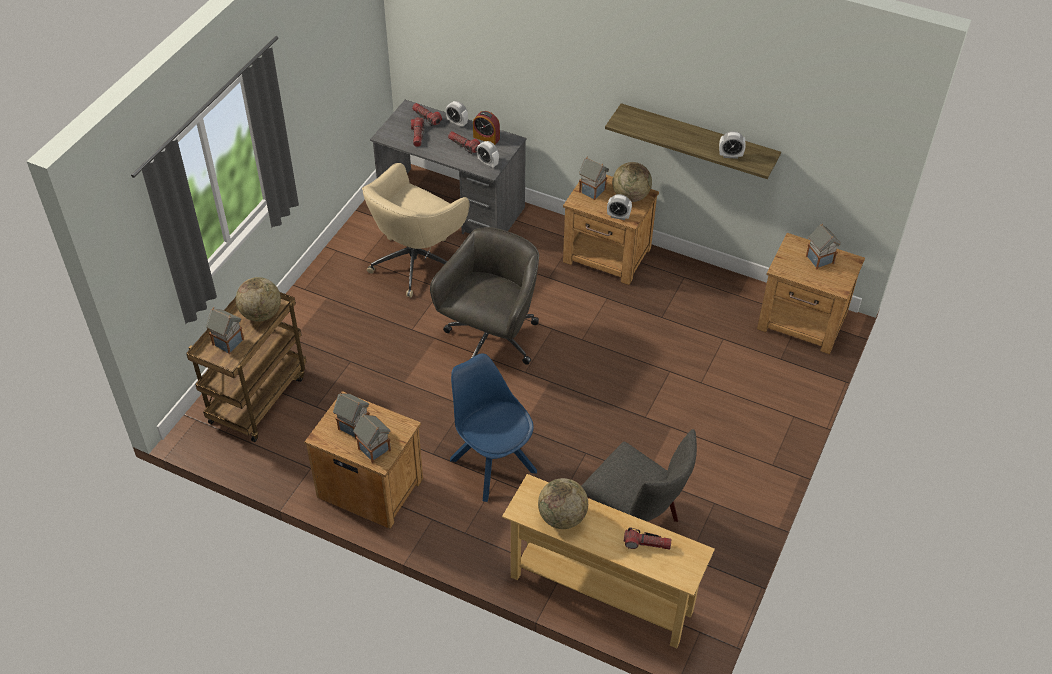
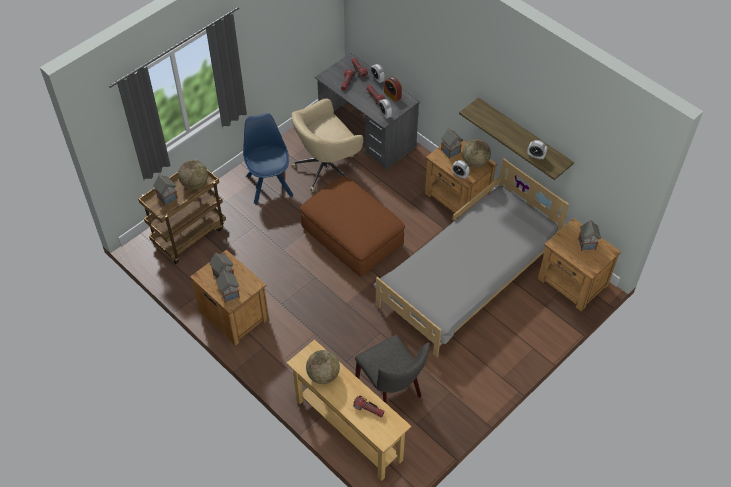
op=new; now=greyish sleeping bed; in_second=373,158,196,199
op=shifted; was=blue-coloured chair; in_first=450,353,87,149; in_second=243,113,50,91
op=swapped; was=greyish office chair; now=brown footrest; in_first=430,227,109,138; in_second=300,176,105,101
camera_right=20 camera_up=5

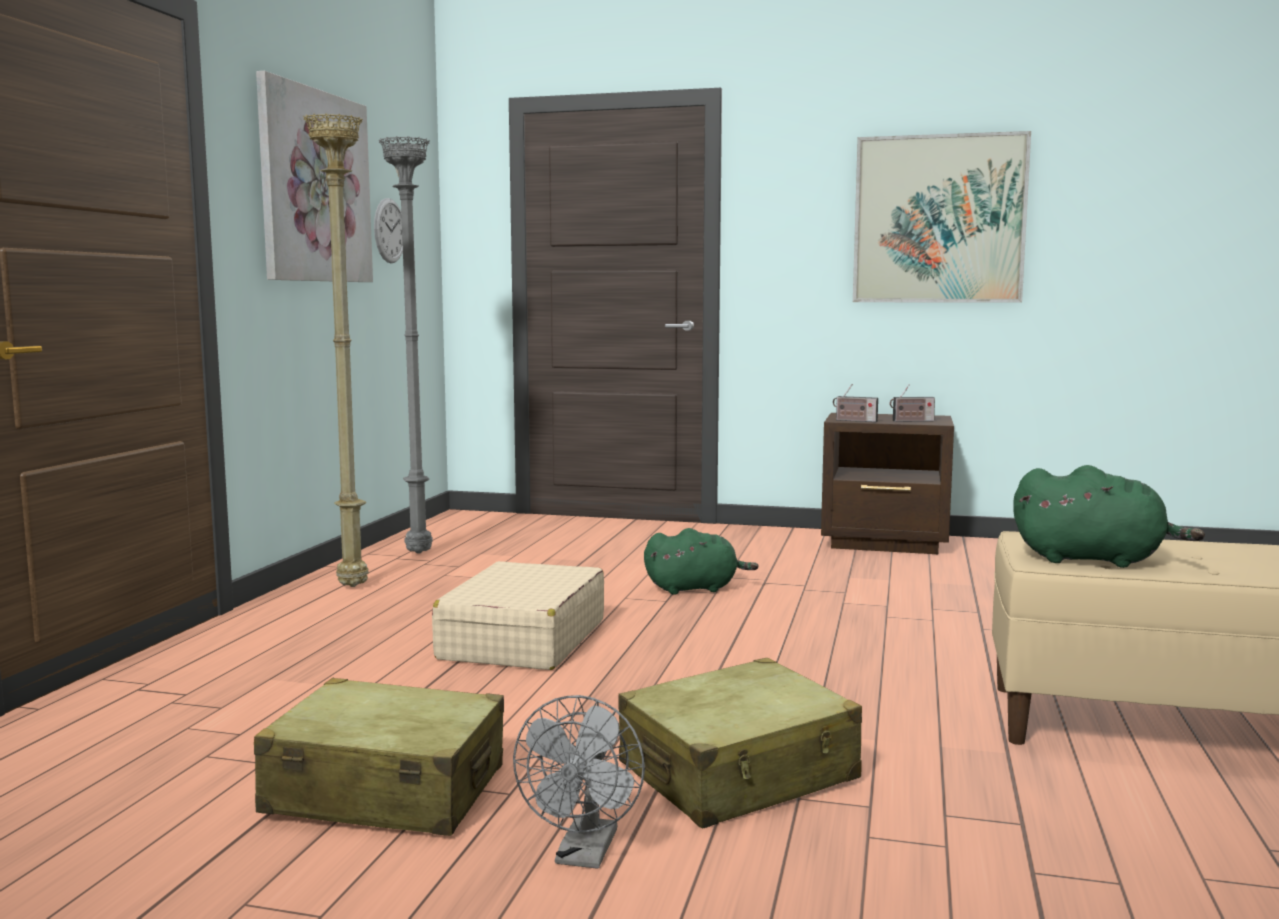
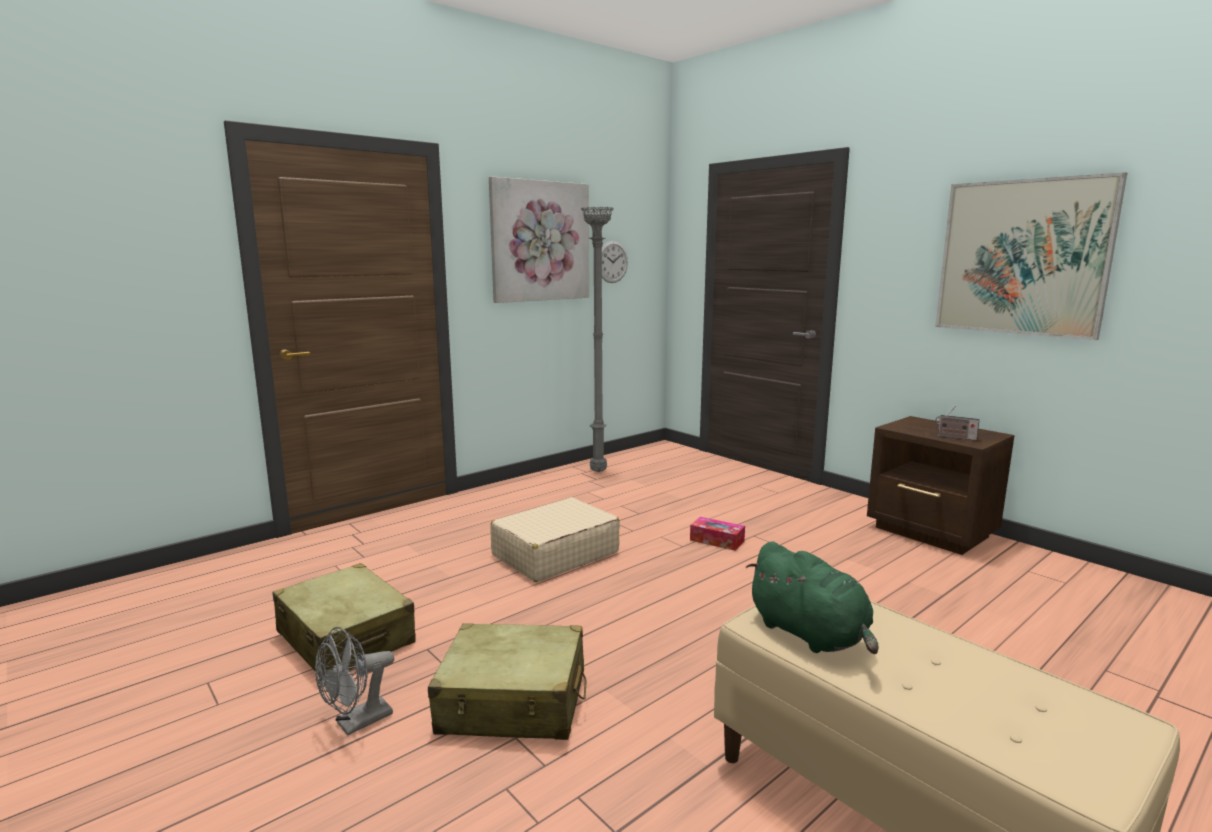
op=gone; was=sand-coloured standing lamp; in_first=303,113,66,474
op=gone; was=radio; in_first=833,384,45,38
op=swapped; was=green cuddly toy; now=box of tissues; in_first=644,528,115,67; in_second=690,517,55,34
camera_right=35 camera_up=5

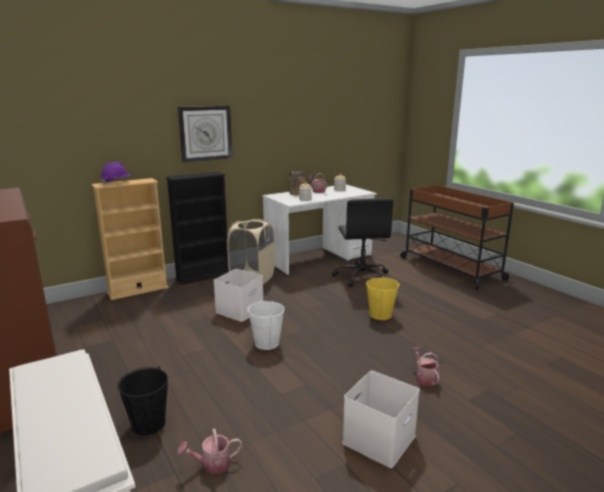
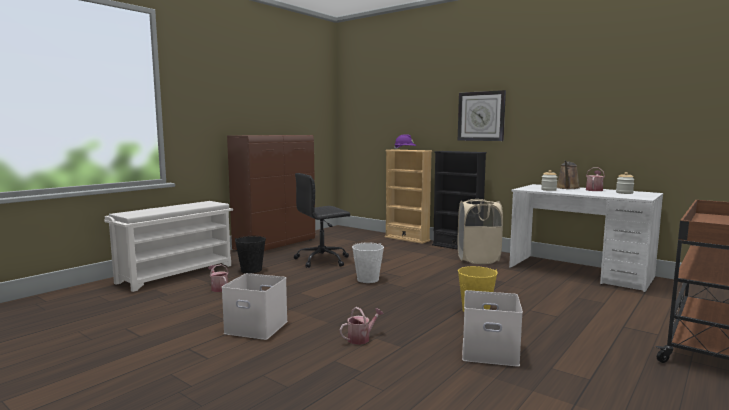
op=shifted; was=whitish storage box; in_first=213,269,50,53; in_second=462,290,61,77
op=shifted; was=black office chair; in_first=332,198,61,89; in_second=294,173,56,95
camera_right=70 camera_up=-10

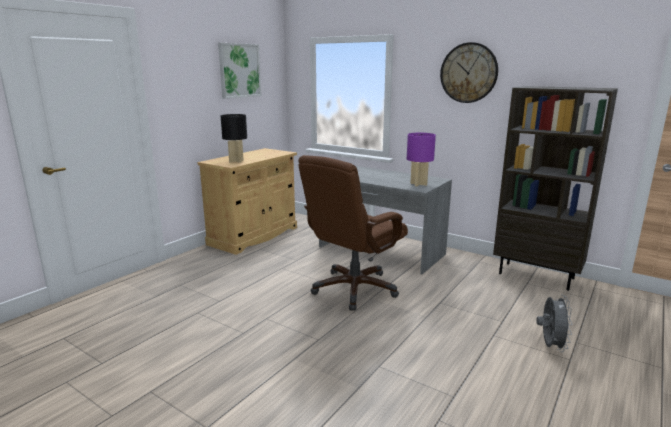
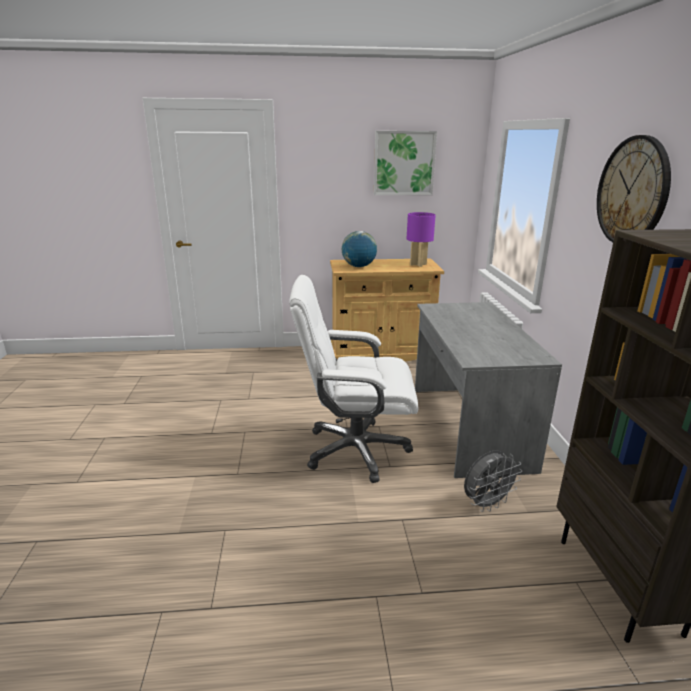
op=shifted; was=purple lamp for a table; in_first=407,133,29,53; in_second=406,212,30,55
op=shifted; was=greyish cooling fan; in_first=536,295,37,57; in_second=464,450,58,62
op=swapped; was=black lamp for a table; now=globe; in_first=221,114,26,49; in_second=342,231,35,36
op=repainted; was=brown office chair; now=whitish office chair; in_first=298,155,110,156; in_second=289,275,129,208
camera_right=50 camera_up=5

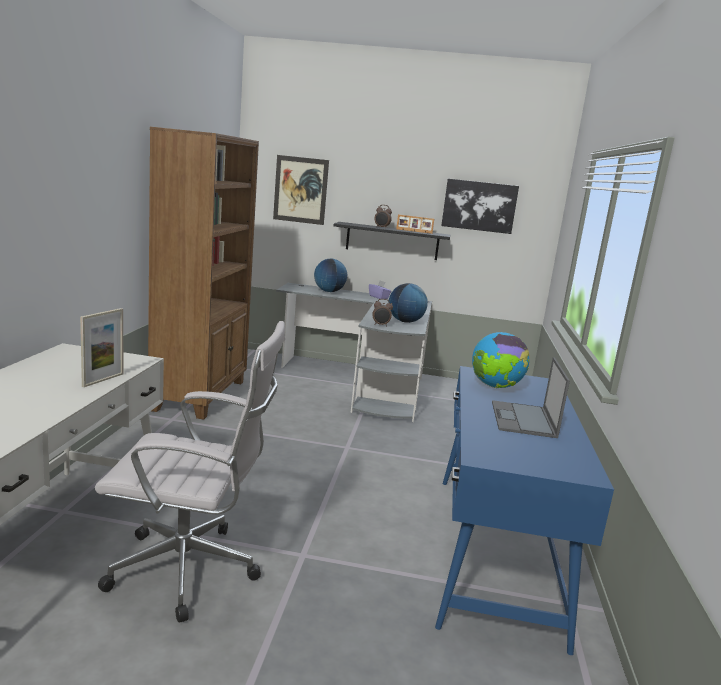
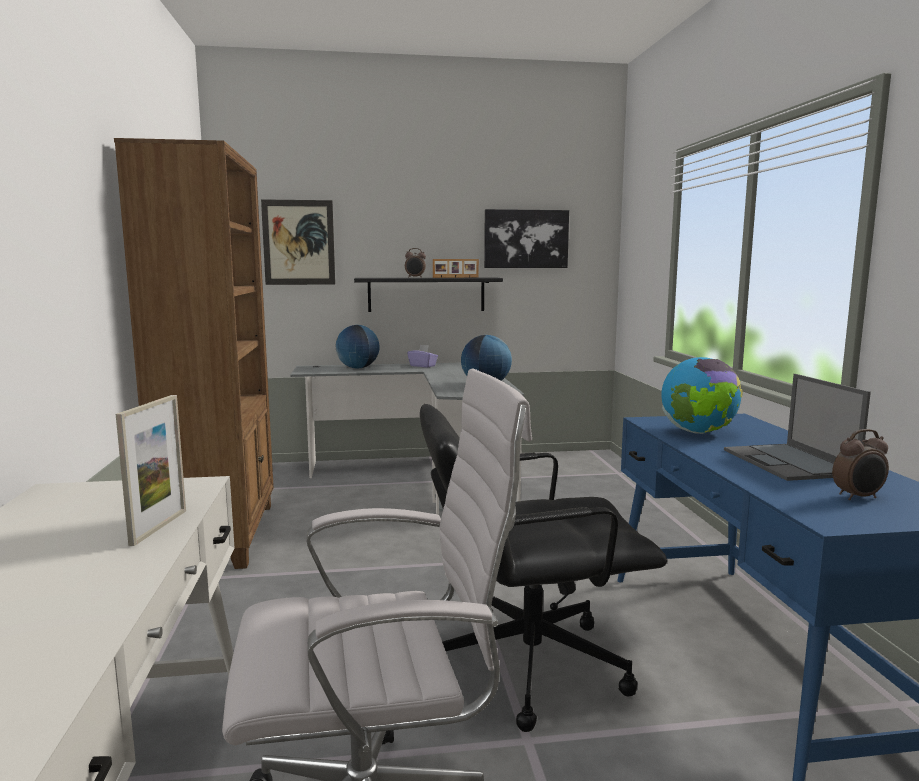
op=new; now=black office chair; in_second=420,404,247,328
op=shifted; was=table clock; in_first=372,299,21,27; in_second=832,429,57,71
camera_right=-15 camera_up=-5

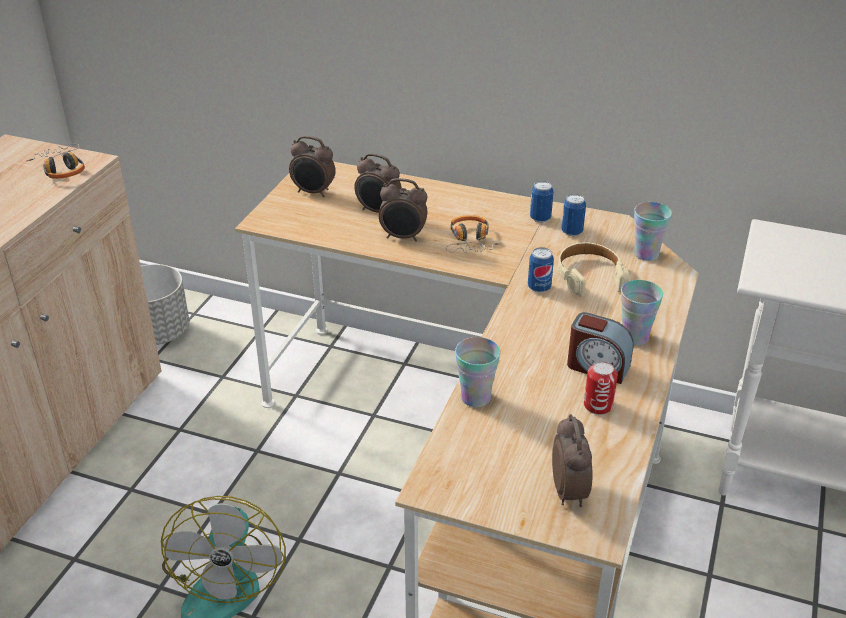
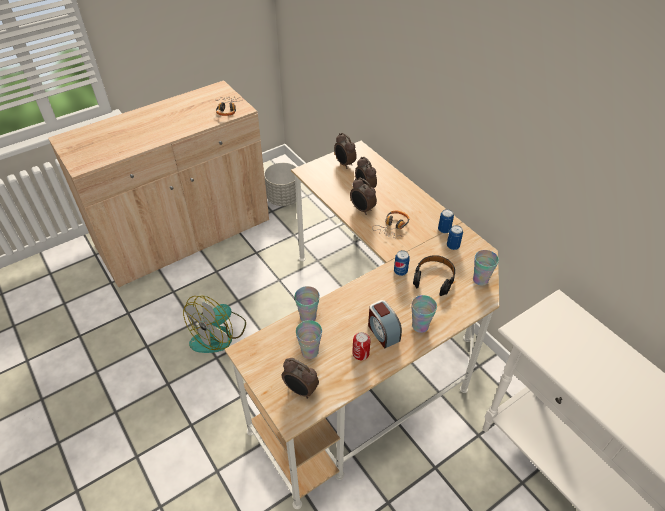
op=new; now=cup; in_second=296,320,26,39
op=repainted; was=sand-coloured pair of headphones; now=black pair of headphones; in_first=558,243,71,54; in_second=413,255,42,41
op=rotated; was=table clock; in_first=552,414,40,93; in_second=282,358,37,41; clockwise=90
camera_right=35 camera_up=10

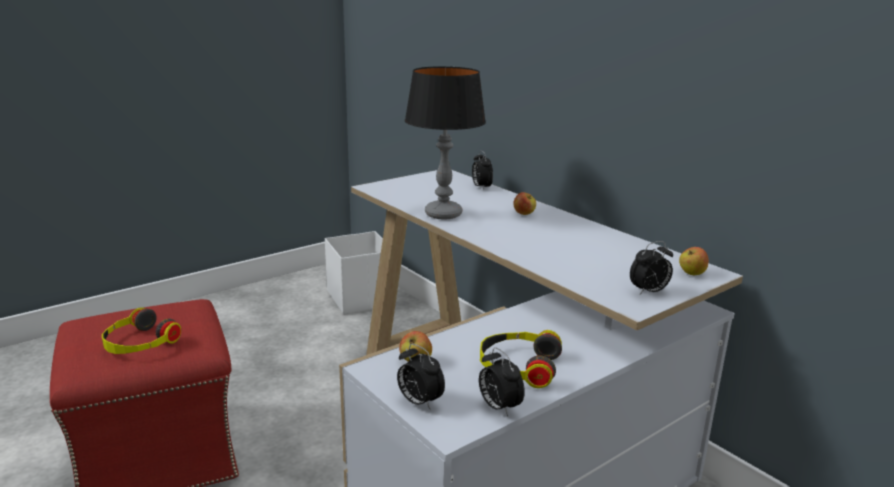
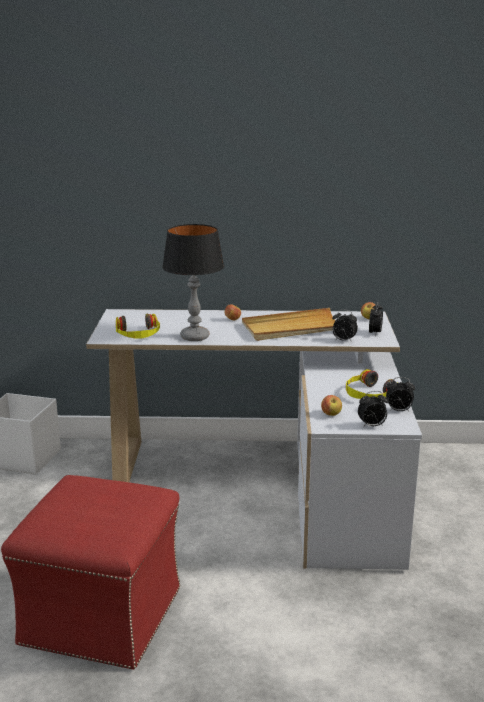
op=new; now=sand-coloured serving tray; in_second=242,308,93,33
op=shifted; was=pair of headphones; in_first=102,307,79,47; in_second=116,313,44,26
op=shifted; was=table clock; in_first=472,150,21,40; in_second=332,309,26,33
camera_right=-50 camera_up=0

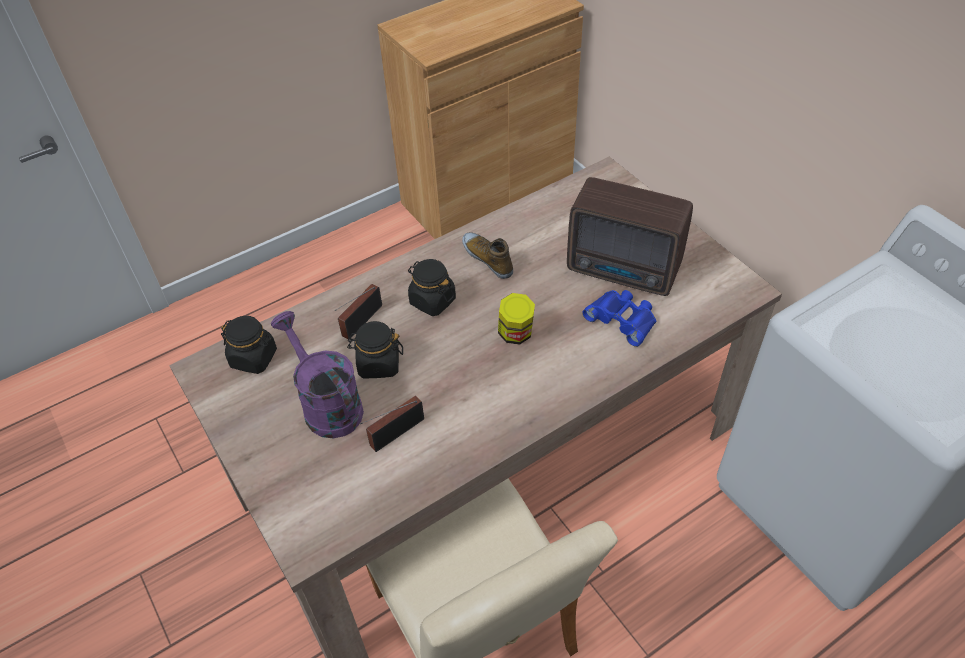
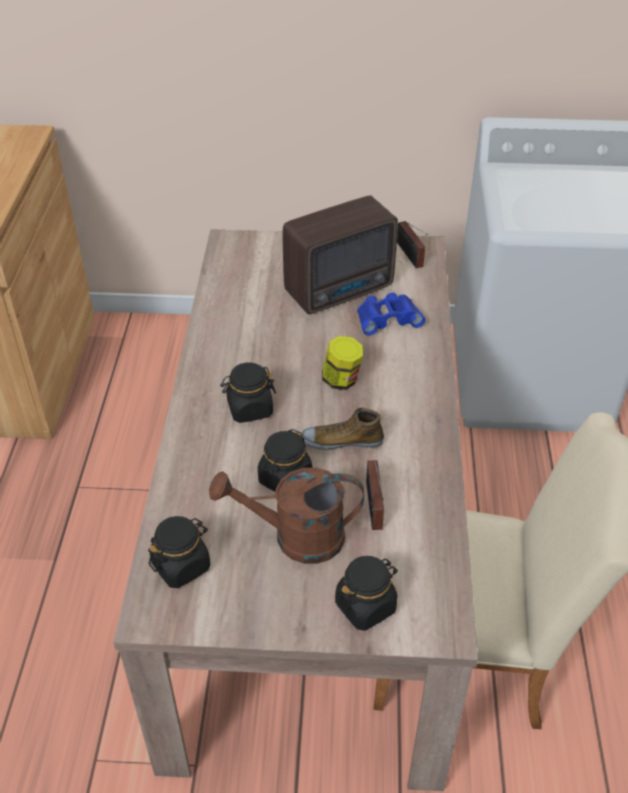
op=new; now=black preserve jar; in_second=335,556,63,75
op=shifted; was=radio; in_first=334,284,48,56; in_second=397,221,31,47
op=shifted; was=shoe; in_first=462,232,51,47; in_second=302,407,82,43
op=repainted; was=purple sprinkling can; now=brown sprinkling can; in_first=271,311,93,127; in_second=209,468,155,96
camera_right=-55 camera_up=-5

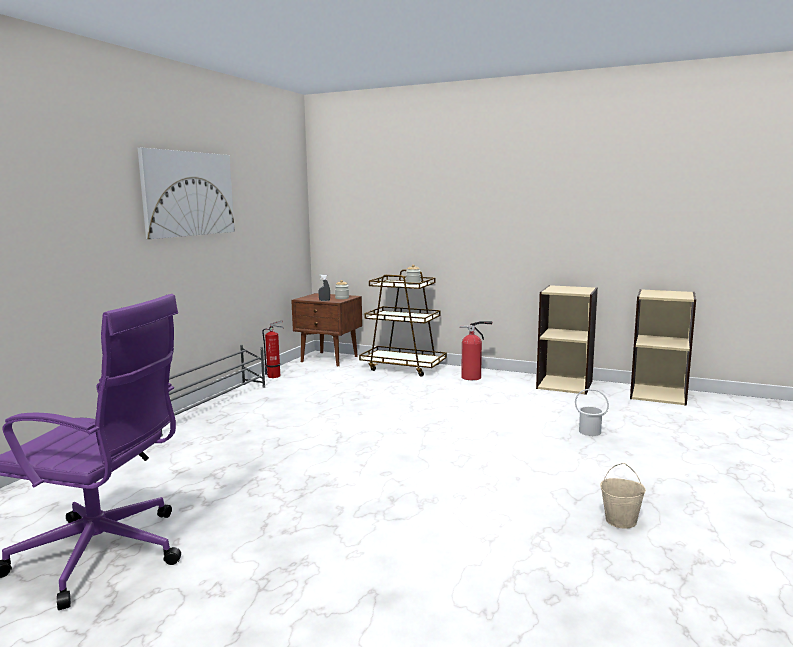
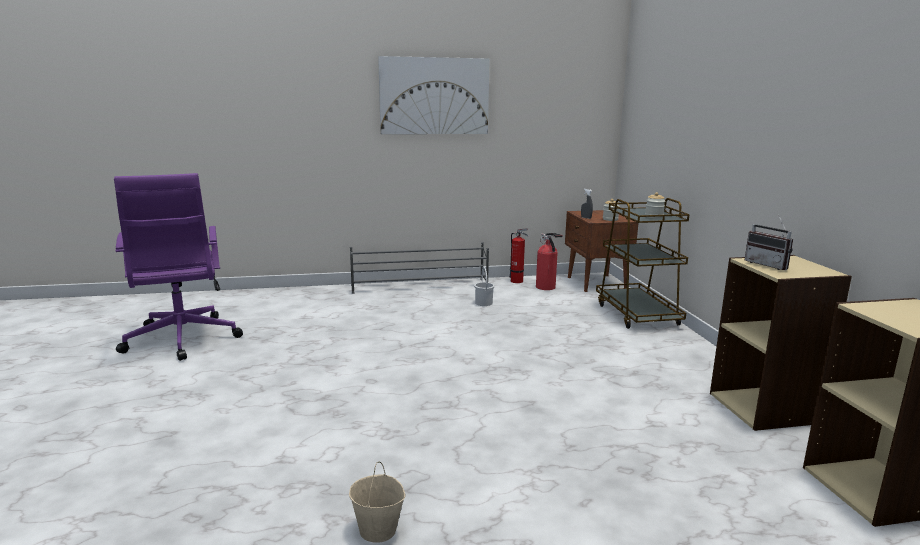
op=new; now=radio; in_second=745,215,48,55
op=shifted; was=fire-fighting cylinder; in_first=460,321,32,59; in_second=536,233,27,57
op=shifted; was=whitish water bucket; in_first=575,389,34,47; in_second=474,267,21,39
camera_right=55 camera_up=5

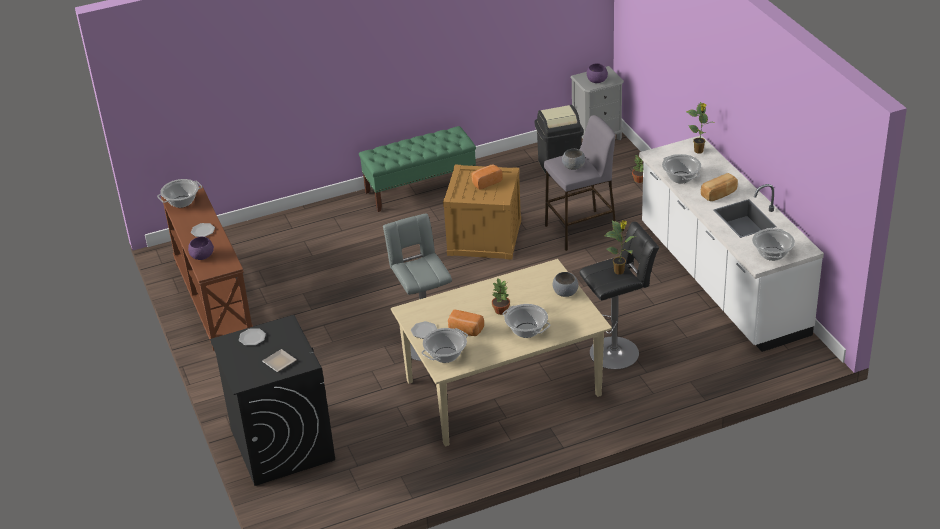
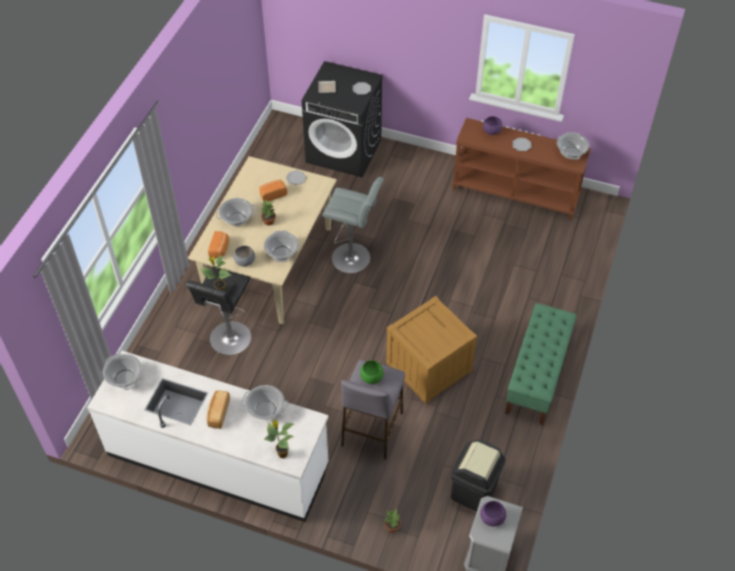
op=shifted; was=saucepot; in_first=421,328,47,35; in_second=264,230,35,32
op=shifted; was=baked bread; in_first=471,164,32,26; in_second=208,231,22,28
op=repainted; was=greyish bowl; now=green bowl; in_first=562,149,23,21; in_second=360,360,24,24
camera_right=130 camera_up=15

